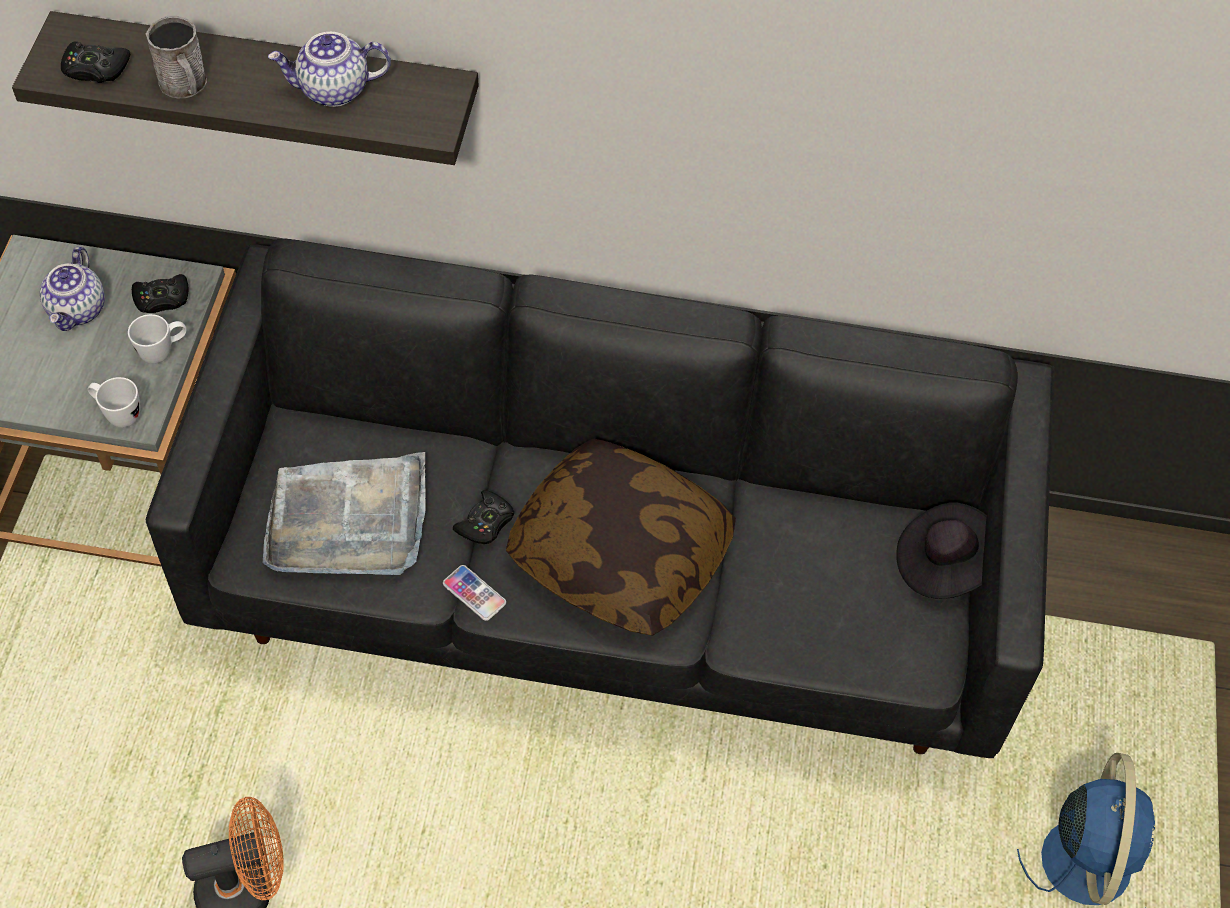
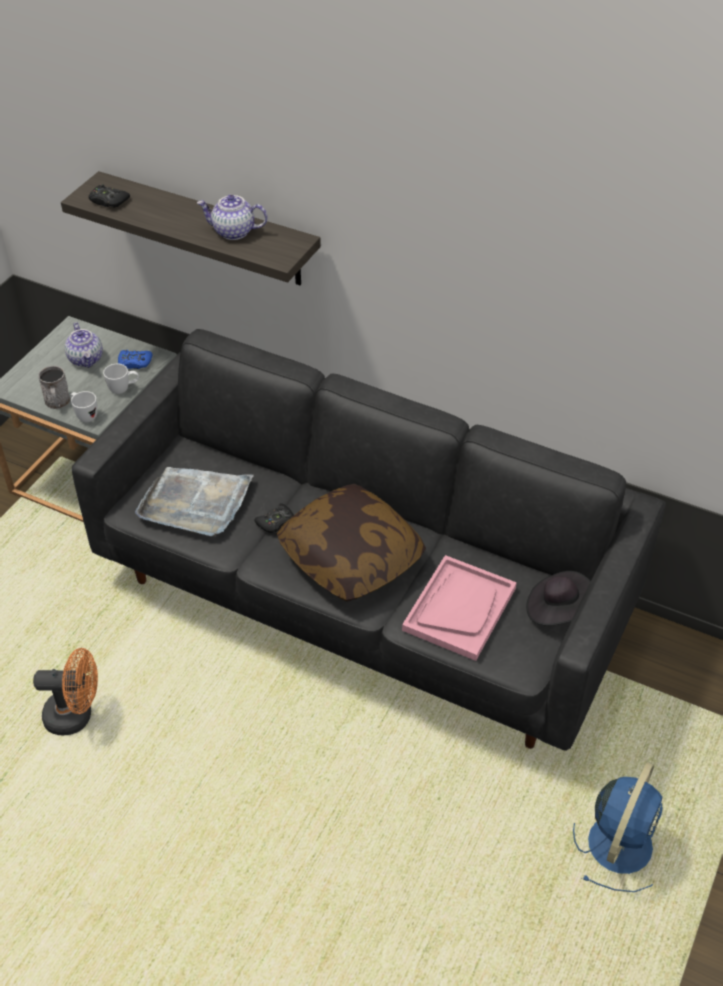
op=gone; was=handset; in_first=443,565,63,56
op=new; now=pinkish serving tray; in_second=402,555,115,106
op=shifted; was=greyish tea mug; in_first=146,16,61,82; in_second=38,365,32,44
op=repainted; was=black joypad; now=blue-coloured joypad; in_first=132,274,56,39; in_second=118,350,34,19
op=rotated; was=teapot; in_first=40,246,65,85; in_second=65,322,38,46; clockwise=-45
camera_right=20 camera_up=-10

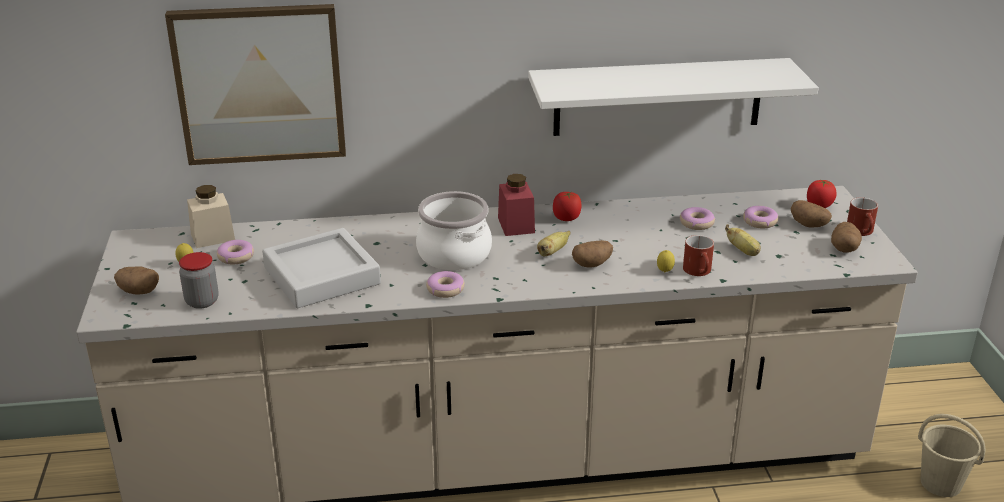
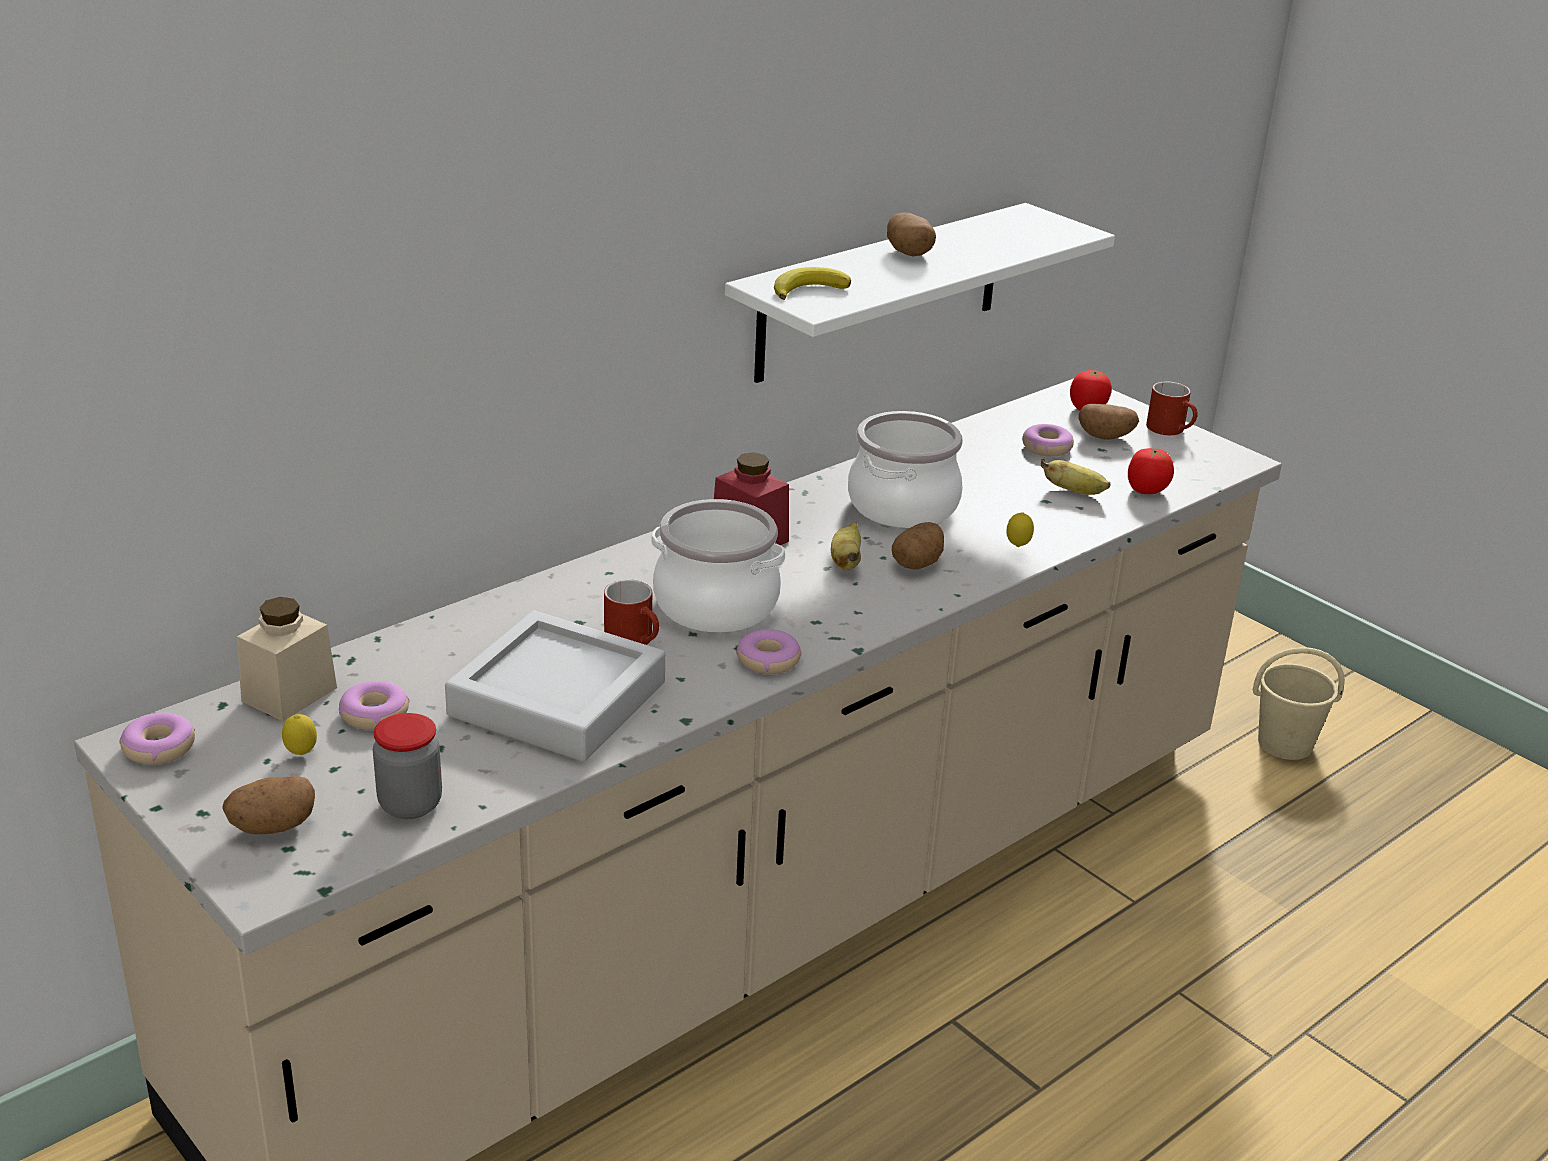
op=gone; was=picture; in_first=165,4,181,161
op=new; now=banana fruit; in_second=774,267,77,33
op=new; now=saucepot; in_second=848,411,115,117
op=shifted; was=fresh tomato; in_first=553,191,29,30; in_second=1128,448,46,46
op=shifted; was=ring doughnut; in_first=680,207,35,23; in_second=119,713,76,52
op=shifted; was=red tea mug; in_first=683,235,31,41; in_second=604,580,55,65
op=shifted; was=whole potato; in_first=831,222,31,31; in_second=887,212,49,44
camera_right=-35 camera_up=0

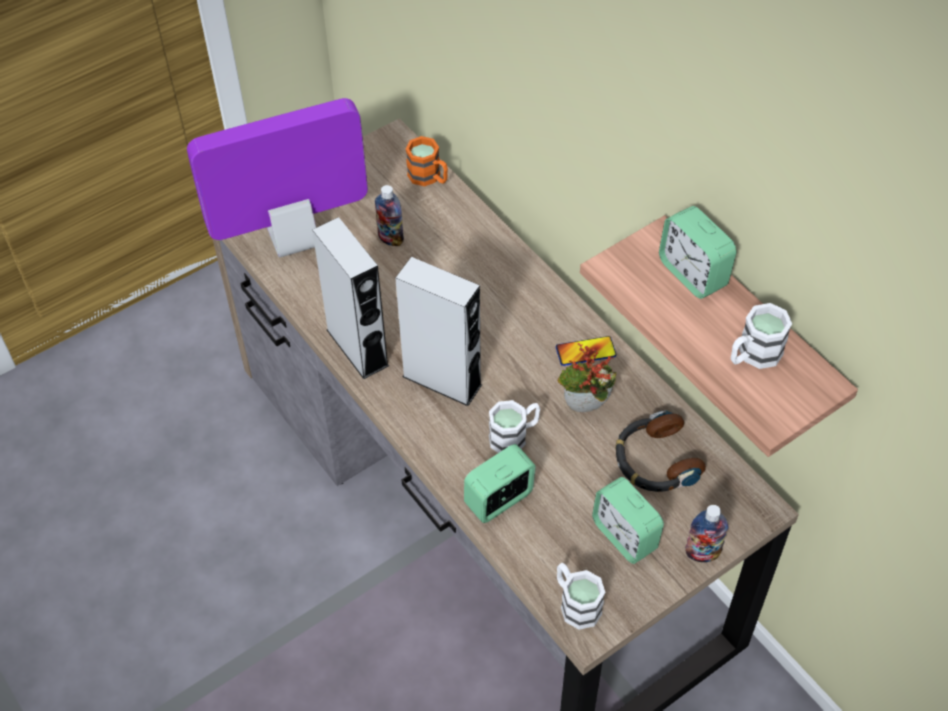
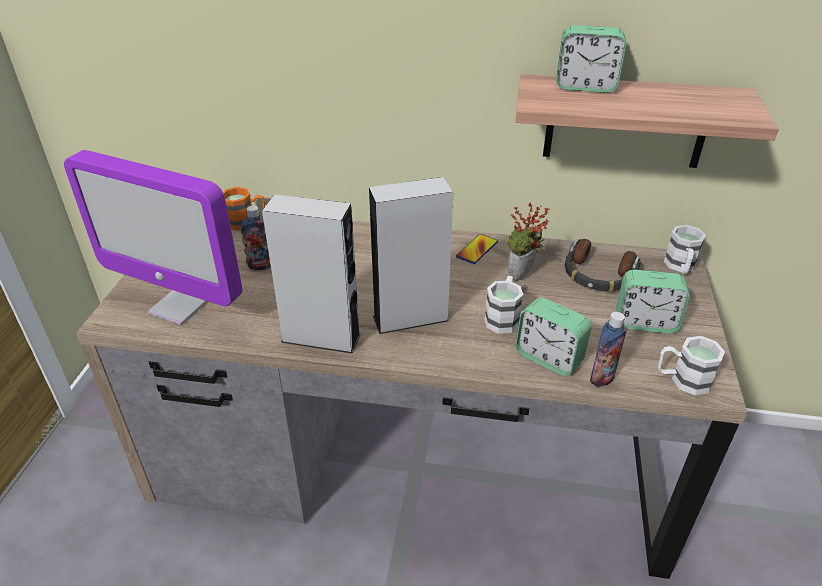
op=shifted; was=drink bottle; in_first=685,505,43,57; in_second=590,312,37,75
op=shifted; was=whitish tea mug; in_first=731,303,61,66; in_second=664,225,42,49
op=rotated; was=computer display; in_first=187,98,181,160; in_second=64,150,178,175; clockwise=-90
op=rotated; was=table clock; in_first=464,444,72,79; in_second=515,297,77,79; clockwise=-60
camera_right=-45 camera_up=-15

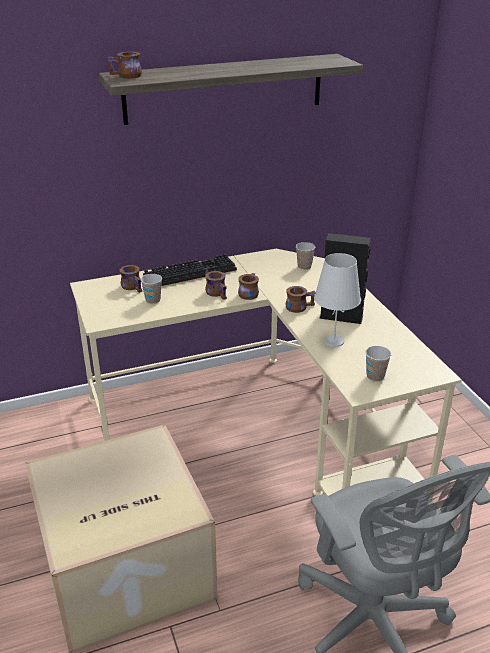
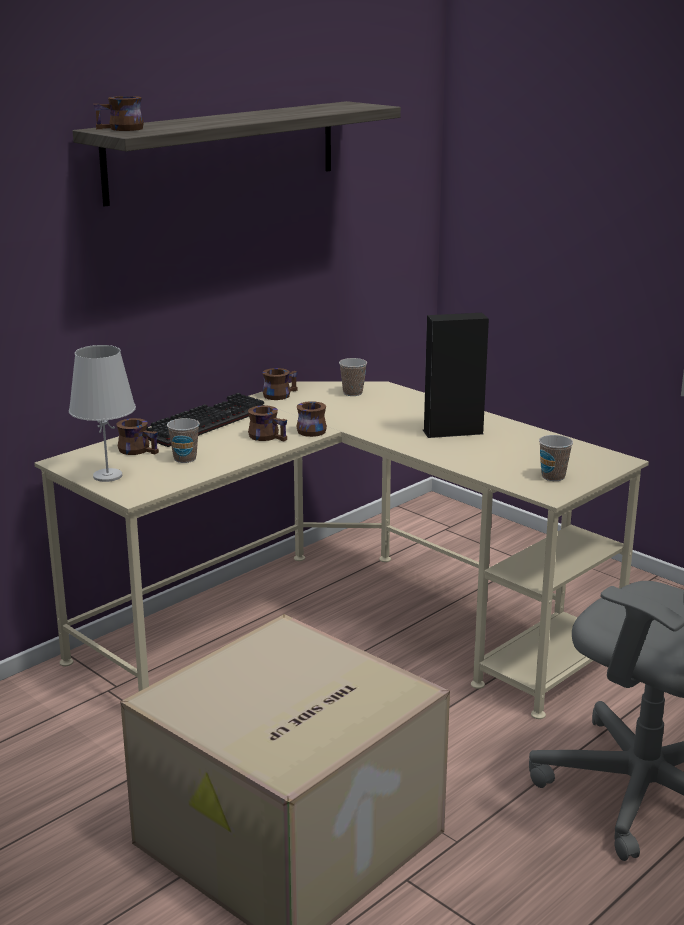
op=shifted; was=brown tea mug; in_first=285,286,31,27; in_second=263,368,35,32
op=shifted; was=whitish lamp for a table; in_first=314,253,47,94; in_second=69,345,67,137
camera_right=-25 camera_up=-10

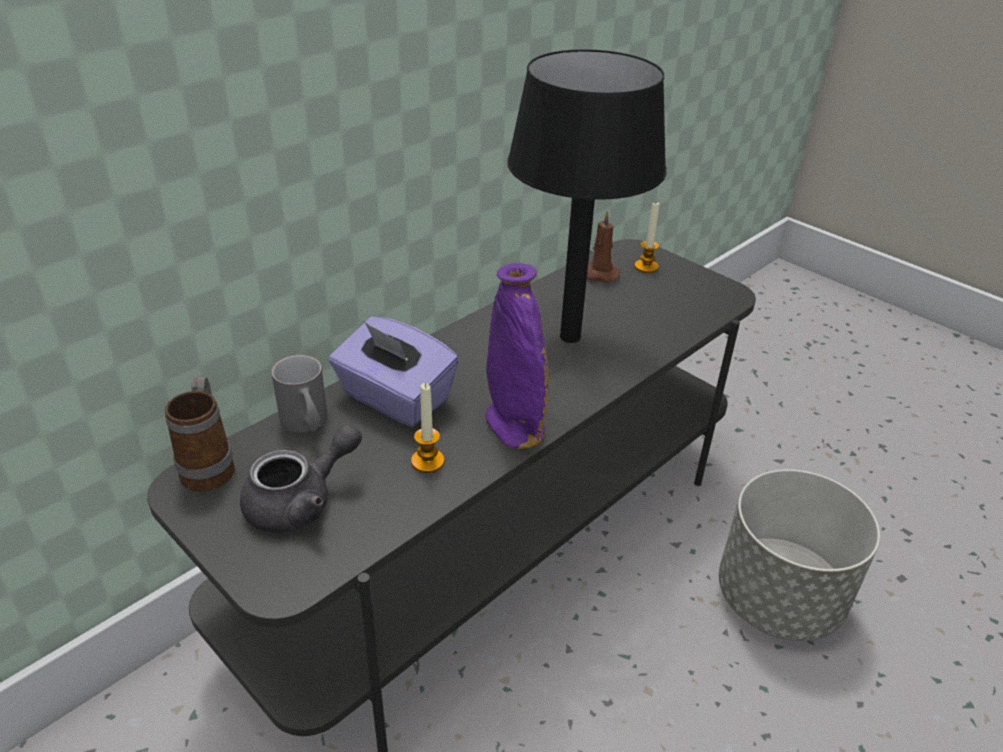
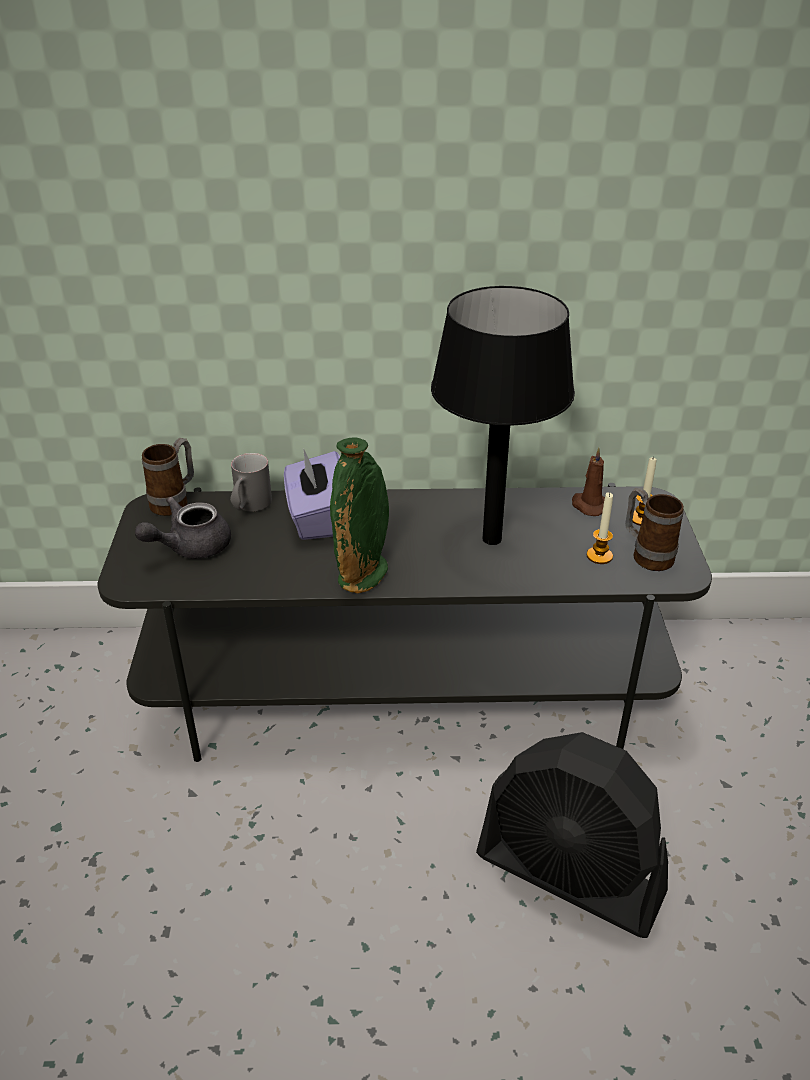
op=new; now=tea mug; in_second=625,488,59,83
op=shifted; was=candle; in_first=411,383,34,90; in_second=587,492,26,72
op=swapped; was=greyish flower pot; now=black cooling fan; in_first=719,469,161,172; in_second=476,732,192,206
op=repainted; was=purple decorative vase; now=green decorative vase; in_first=486,263,63,186; in_second=330,438,59,156
op=rotated; was=greyish teapot; in_first=240,424,122,109; in_second=135,497,96,62; clockwise=135
camera_right=45 camera_up=0

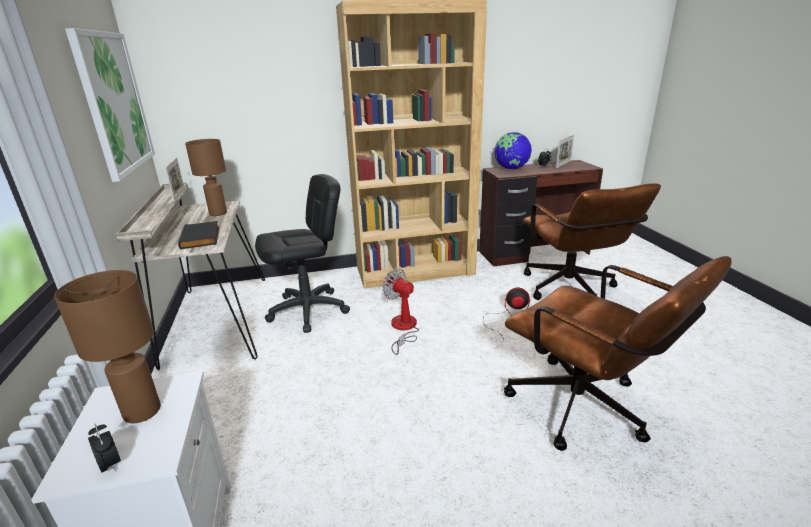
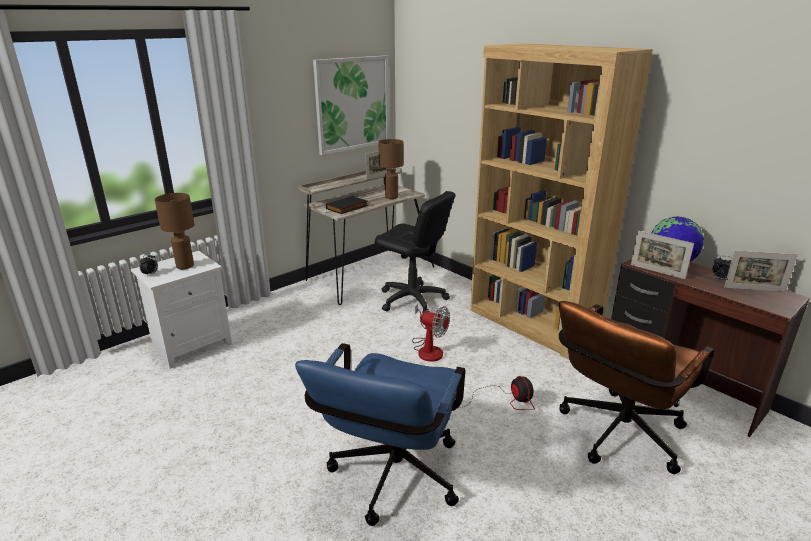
op=new; now=photo frame; in_second=631,231,63,48
op=repainted; was=brown office chair; now=blue-coloured office chair; in_first=504,256,228,195; in_second=295,343,170,183
op=rotated; was=cooling fan; in_first=383,268,36,87; in_second=412,304,38,58; clockwise=105
camera_right=60 camera_up=0

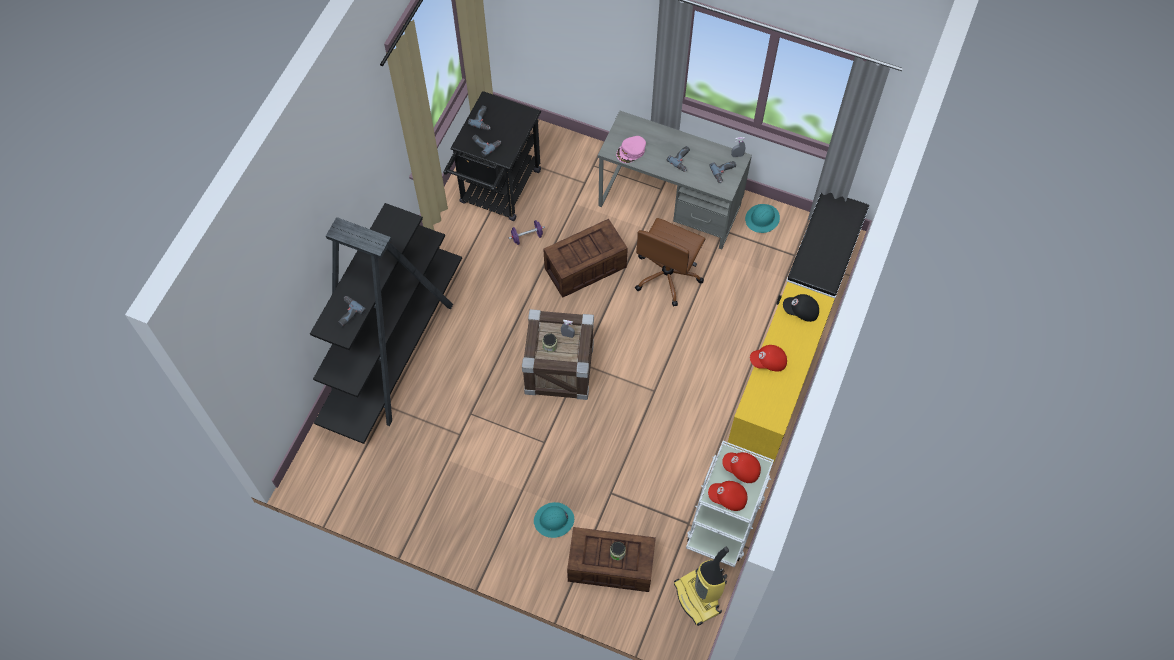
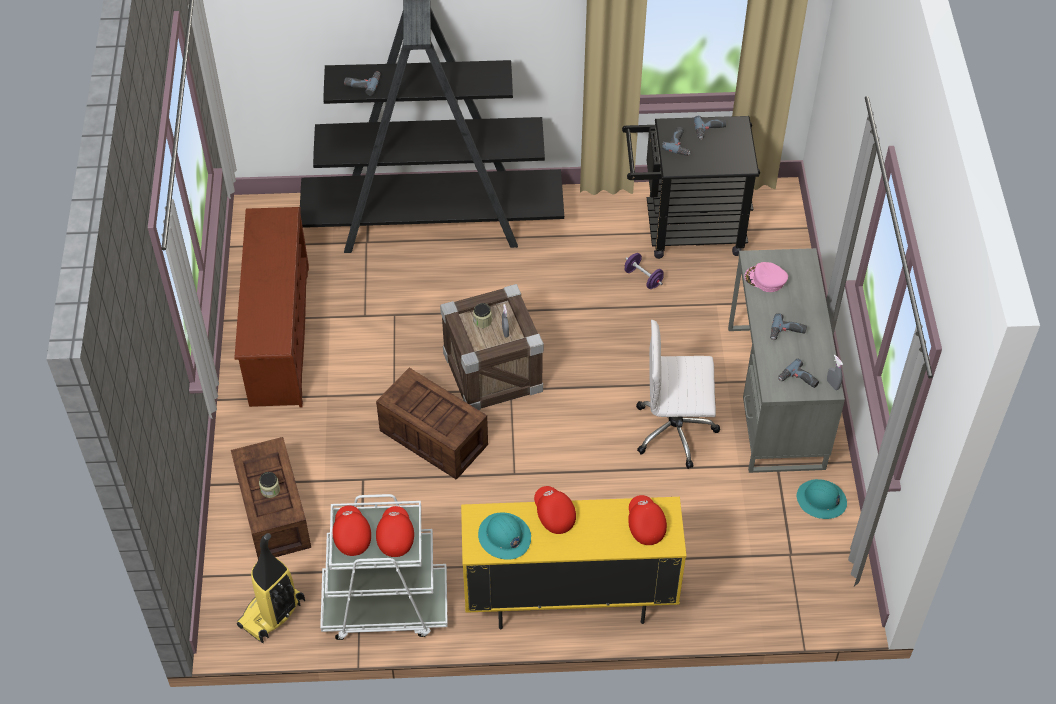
op=gone; was=whitish bench; in_first=785,192,84,122
op=new; now=brown shoe stand; in_second=235,207,74,201
op=shifted; was=blue-green safety helmet; in_first=534,502,40,36; in_second=478,513,53,47
op=shifted; was=crate; in_first=543,219,85,79; in_second=376,368,112,112
op=repainted; was=brown office chair; now=whitish office chair; in_first=635,218,70,89; in_second=636,320,84,149
op=repainted; was=black baseball cap; now=red baseball cap; in_first=783,294,36,28; in_second=628,495,39,50
camera_right=65 camera_up=-10

